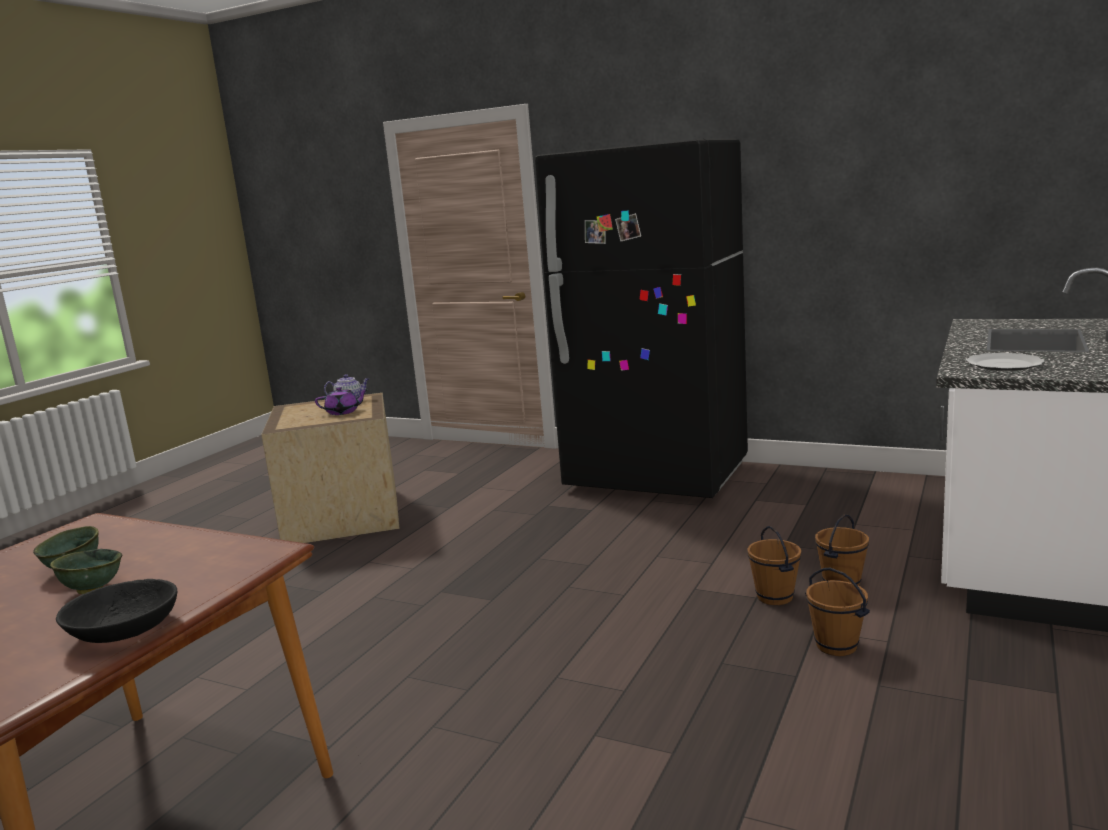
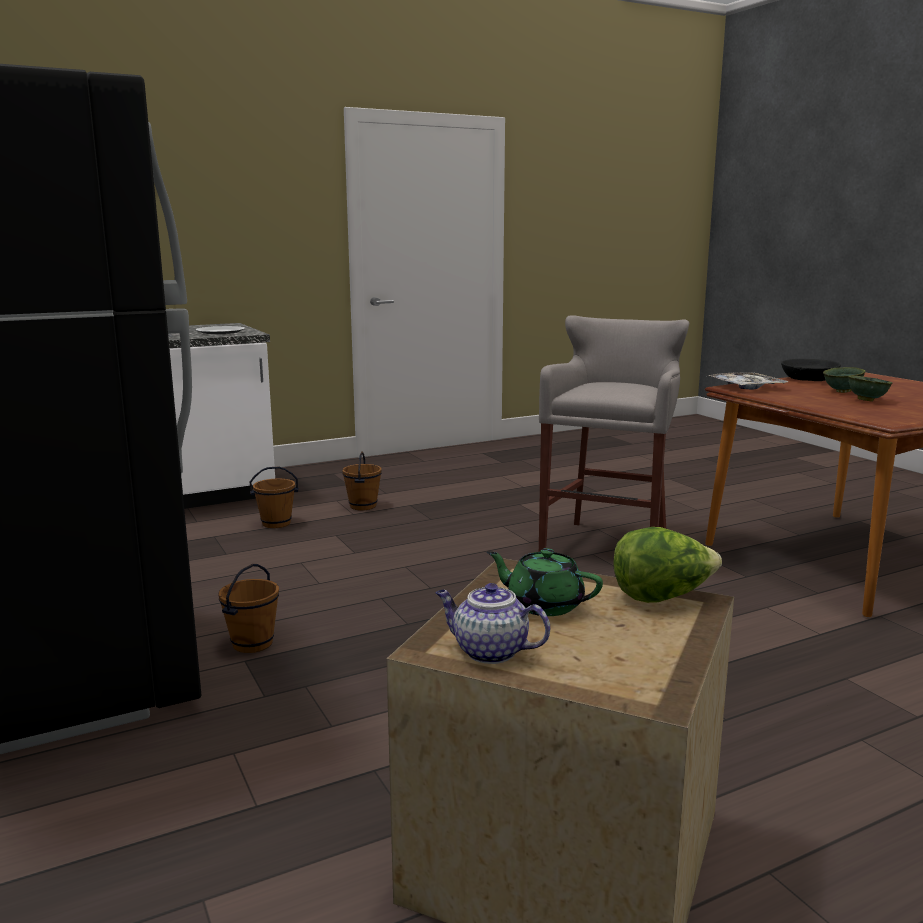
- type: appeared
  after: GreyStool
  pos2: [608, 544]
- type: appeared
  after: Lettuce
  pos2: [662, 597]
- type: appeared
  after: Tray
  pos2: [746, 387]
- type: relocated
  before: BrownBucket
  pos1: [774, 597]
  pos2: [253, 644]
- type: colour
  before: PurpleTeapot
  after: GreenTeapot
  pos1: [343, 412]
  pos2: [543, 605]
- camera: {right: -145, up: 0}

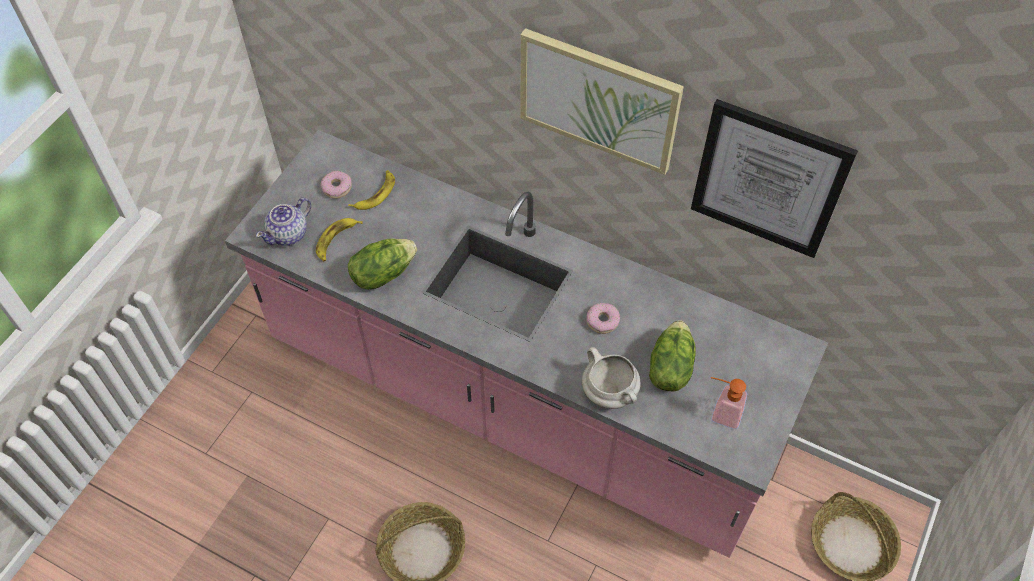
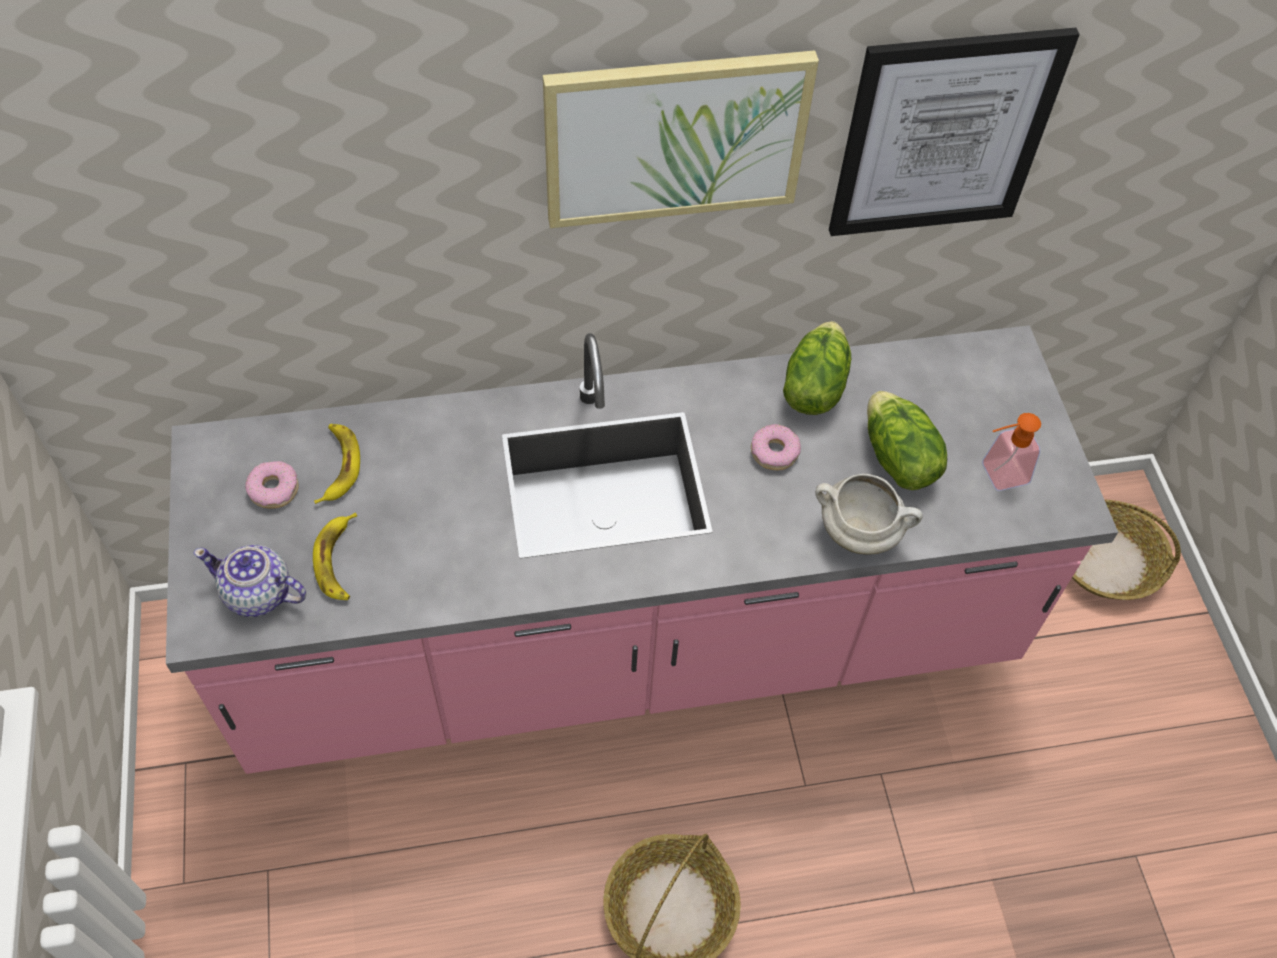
- type: relocated
  before: Lettuce
  pos1: [382, 273]
  pos2: [813, 387]
- type: spun
  before: Teapot
  pos1: [289, 234]
  pos2: [259, 594]
  turn: 105
- camera: {right: -40, up: 0}

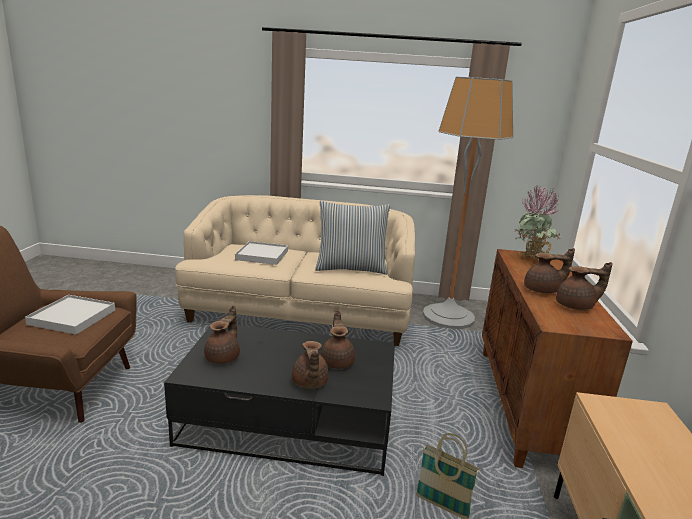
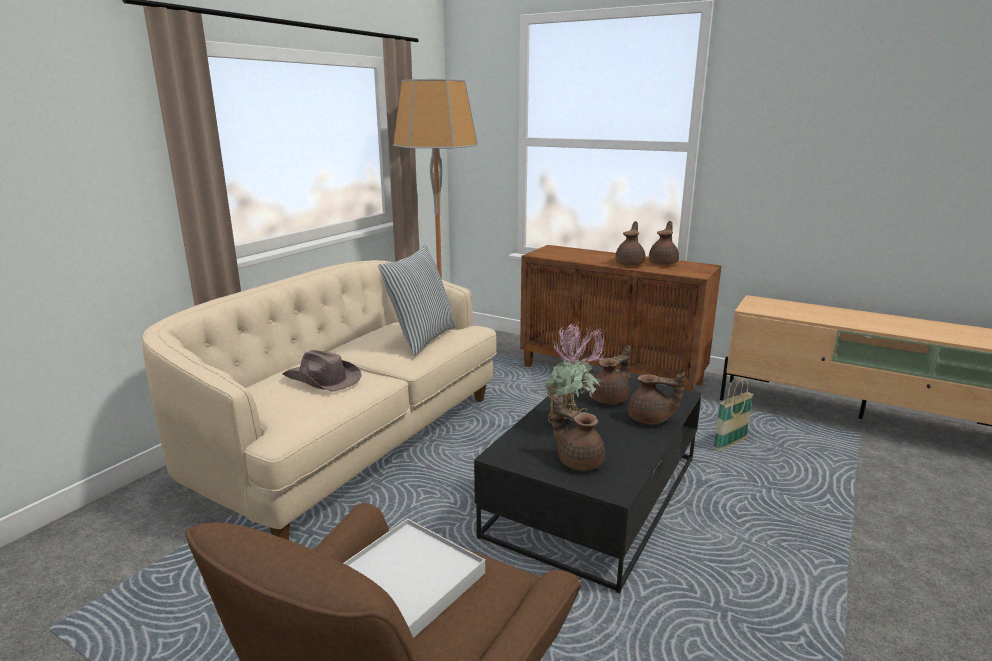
- type: relocated
  before: PottedPlant
  pos1: [531, 260]
  pos2: [570, 423]
- type: exchanged
  before: WhiteTray
  after: BrownHat
  pos1: [262, 255]
  pos2: [322, 379]
- type: spun
  before: BrownTeapot
  pos1: [337, 361]
  pos2: [610, 399]
  turn: 120
- camera: {right: -65, up: 0}

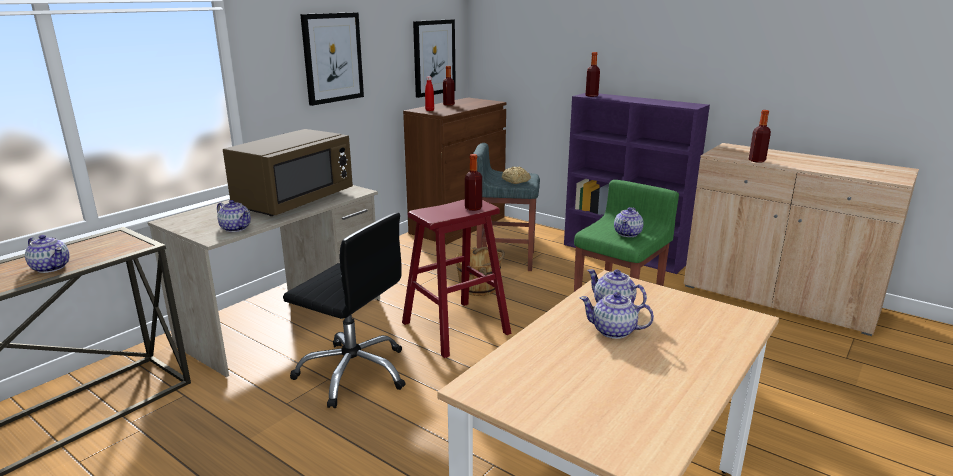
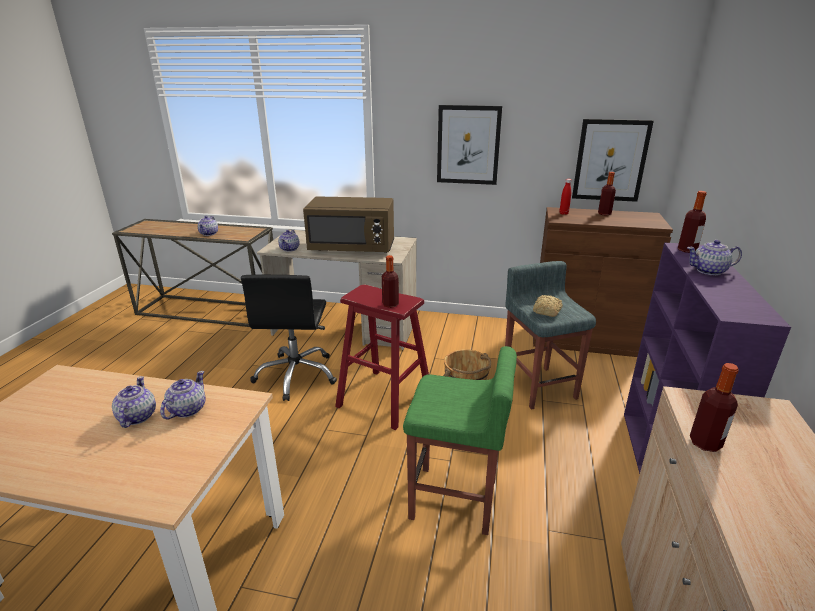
- type: relocated
  before: Teapot
  pos1: [628, 233]
  pos2: [709, 271]
- camera: {right: 65, up: 5}

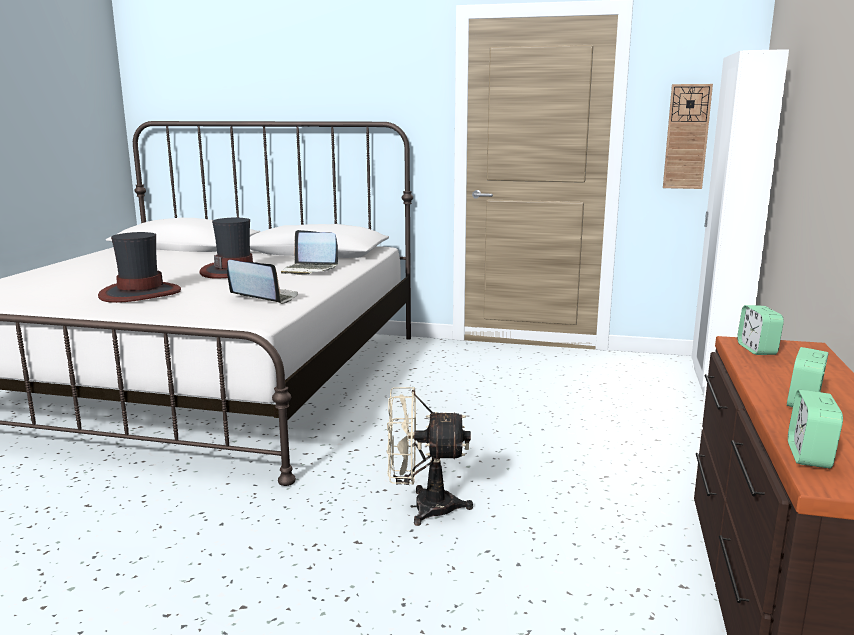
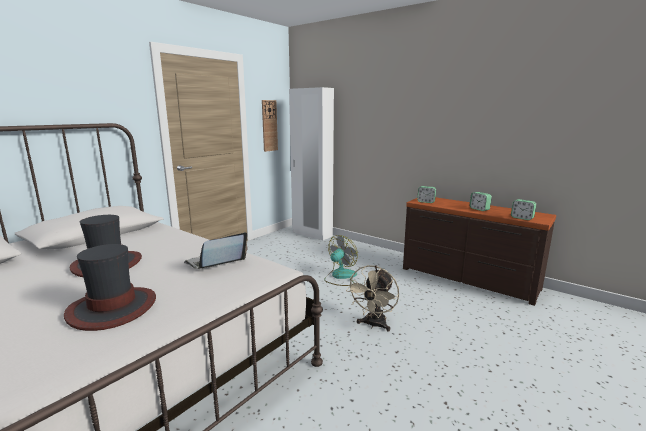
- type: missing
  before: Laptop
  pos1: [309, 270]
- type: appeared
  after: Fan
  pos2: [340, 277]
- camera: {right: -65, up: 0}

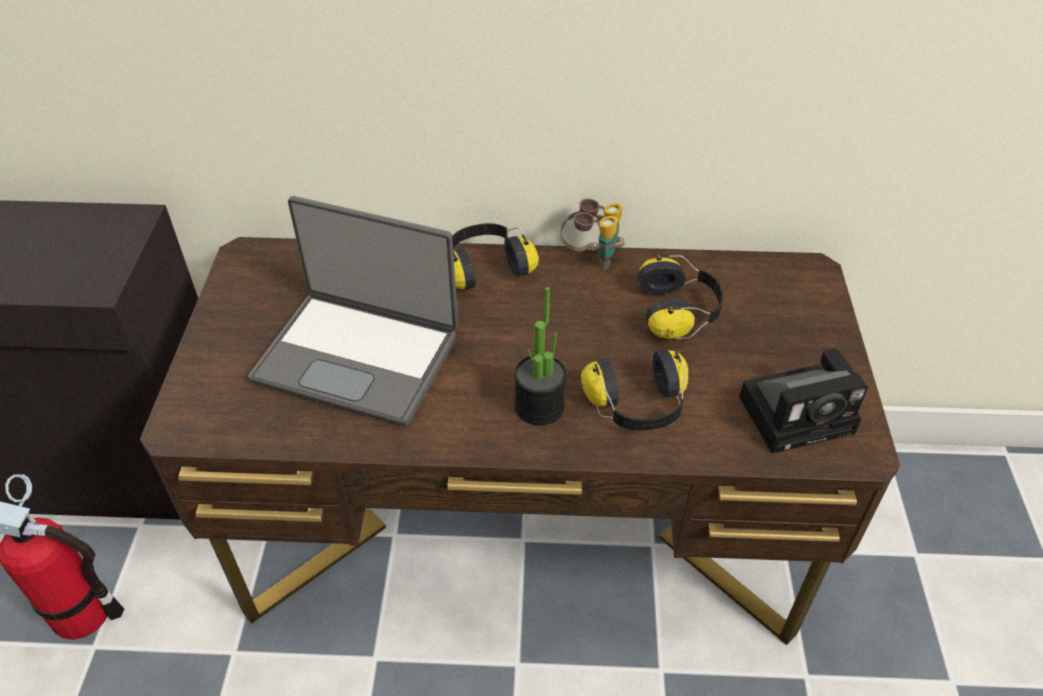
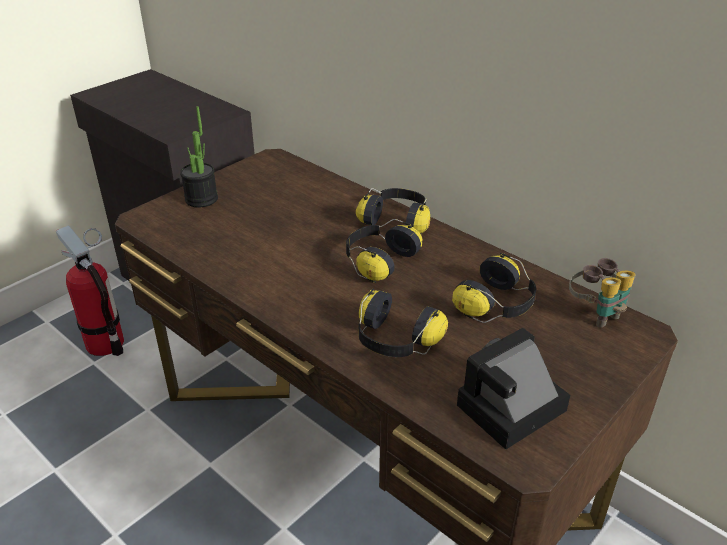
- type: missing
  before: Laptop
  pos1: [359, 356]
- type: appeared
  after: Headphones
  pos2: [378, 261]
- type: relocated
  before: PottedPlant
  pos1: [539, 406]
  pos2: [201, 199]
- type: relocated
  before: Binoculars
  pos1: [591, 257]
  pos2: [595, 313]
- type: spun
  before: PhotoCamera
  pos1: [800, 413]
  pos2: [508, 410]
  turn: 120
- camera: {right: 40, up: -10}

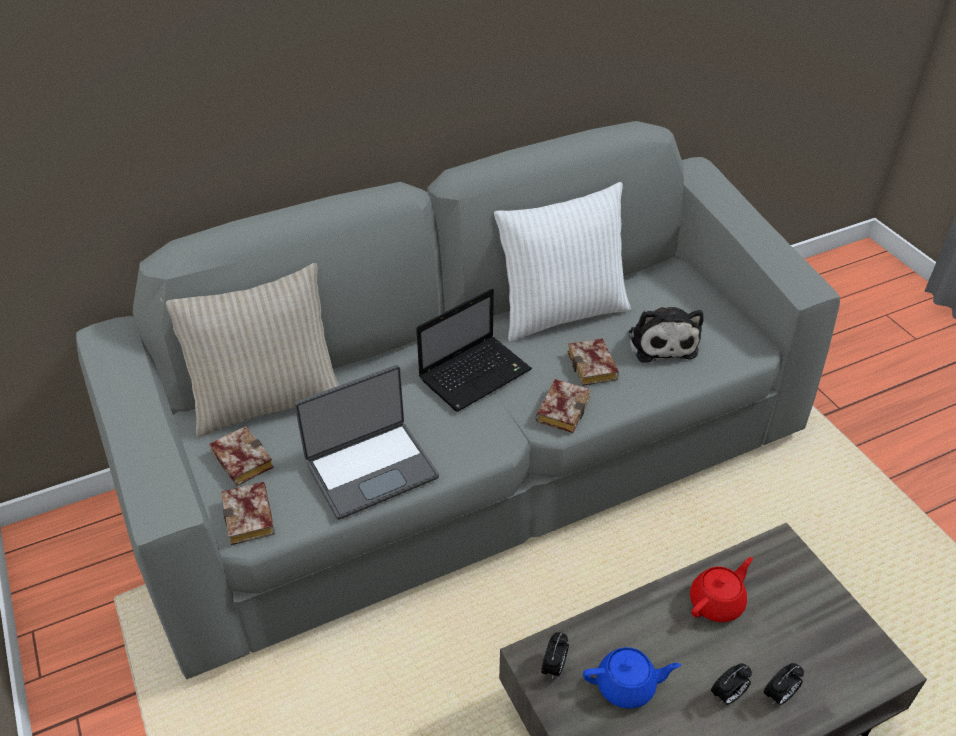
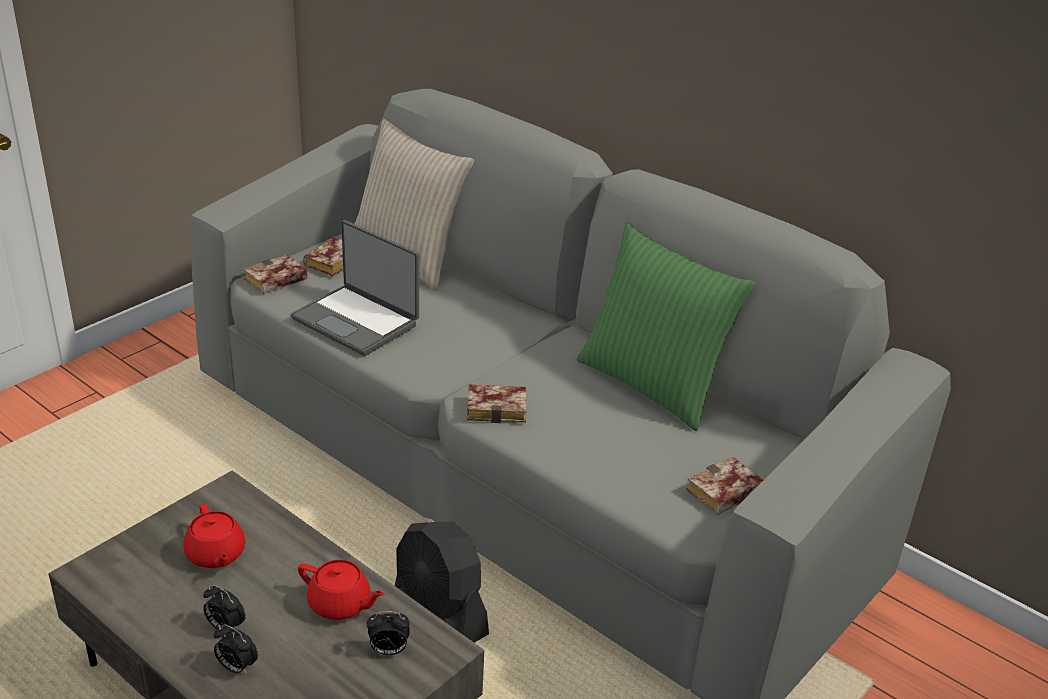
- type: missing
  before: Laptop
  pos1: [476, 373]
- type: missing
  before: PlushToy
  pos1: [661, 341]
- type: appeared
  after: BlackFan
  pos2: [440, 612]
- type: relocated
  before: AlarmClock
  pos1: [554, 668]
  pos2: [388, 651]
- type: relocated
  before: Book
  pos1: [594, 367]
  pos2: [724, 494]
- type: colour
  before: WhitePillow
  after: GreenPillow
  pos1: [561, 312]
  pos2: [652, 385]
- type: colour
  before: BlueTeapot
  after: RedTeapot
  pos1: [627, 686]
  pos2: [215, 554]
- camera: {right: 65, up: -10}

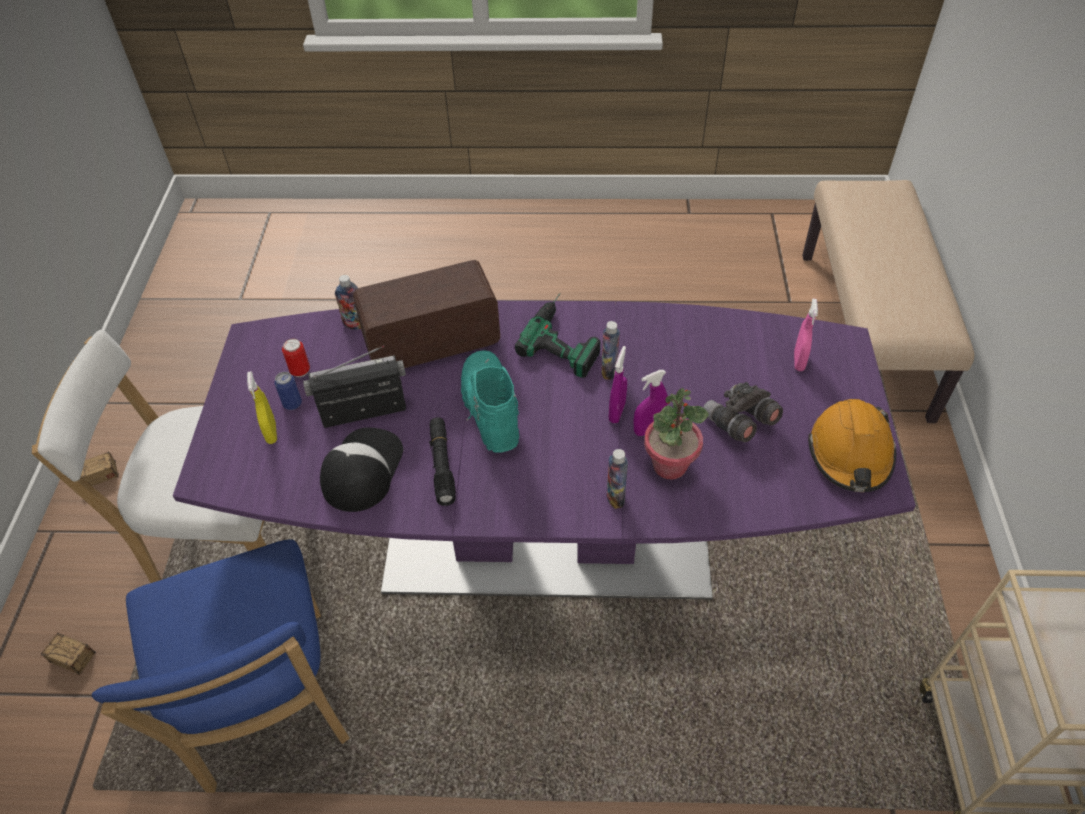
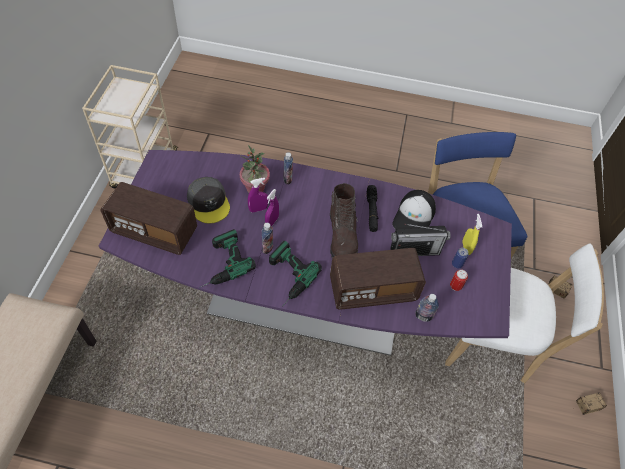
- type: missing
  before: OrangeHardHat
  pos1: [850, 454]
- type: appeared
  after: PowerDrill
  pos2: [220, 263]
- type: exchanged
  before: GreyBinoculars
  after: GreyCap
  pos1: [739, 423]
  pos2: [209, 203]
- type: exchanged
  before: PinkSprayBottle
  after: Radio
  pos1: [799, 361]
  pos2: [154, 231]
- type: colour
  before: TurquoiseBoot
  after: BrownBoot
  pos1: [489, 410]
  pos2: [342, 237]
- camera: {right: -175, up: 5}

